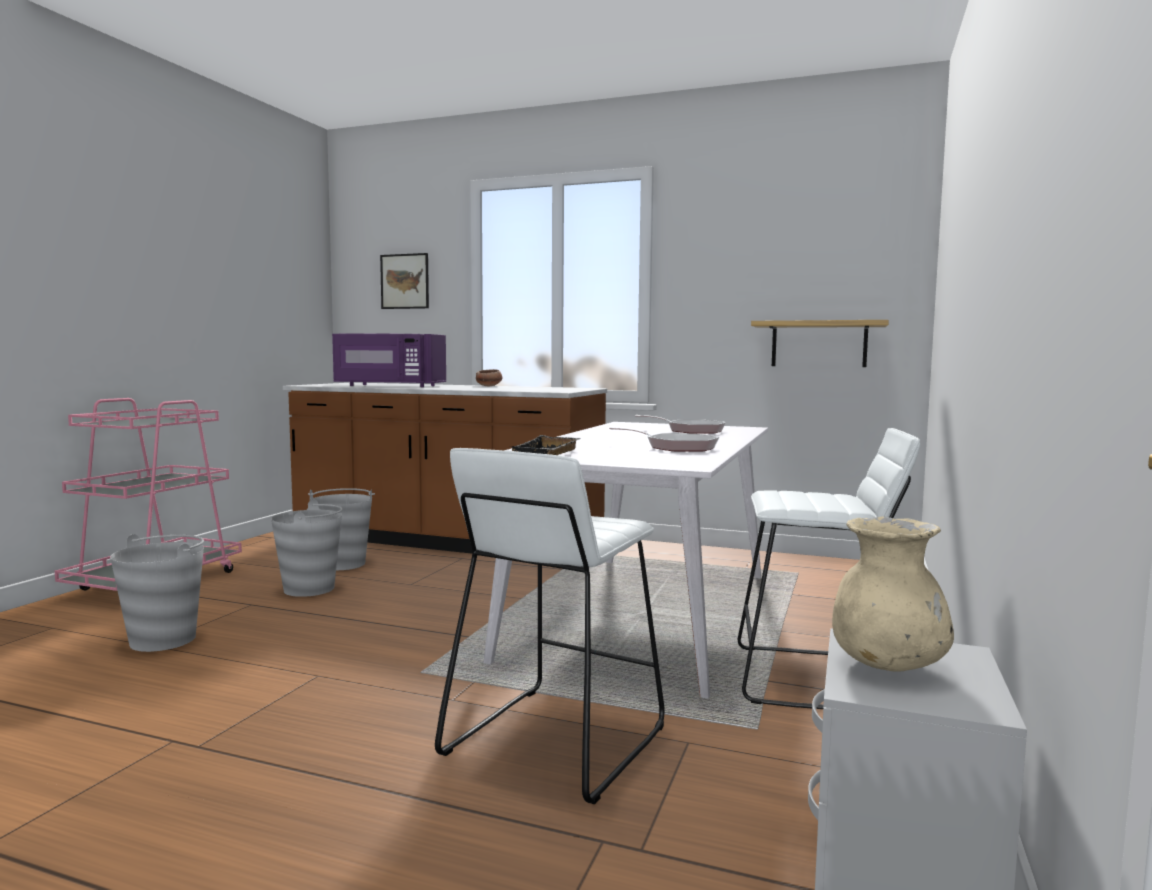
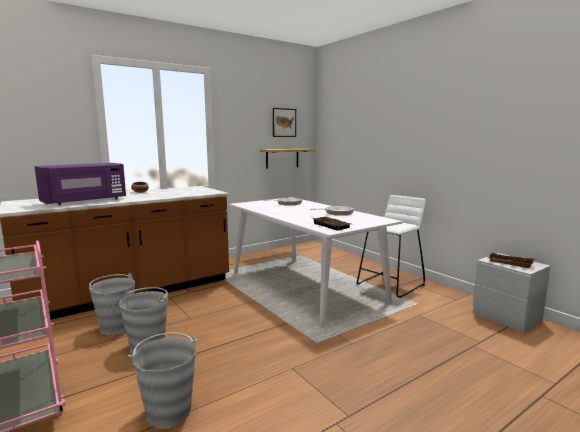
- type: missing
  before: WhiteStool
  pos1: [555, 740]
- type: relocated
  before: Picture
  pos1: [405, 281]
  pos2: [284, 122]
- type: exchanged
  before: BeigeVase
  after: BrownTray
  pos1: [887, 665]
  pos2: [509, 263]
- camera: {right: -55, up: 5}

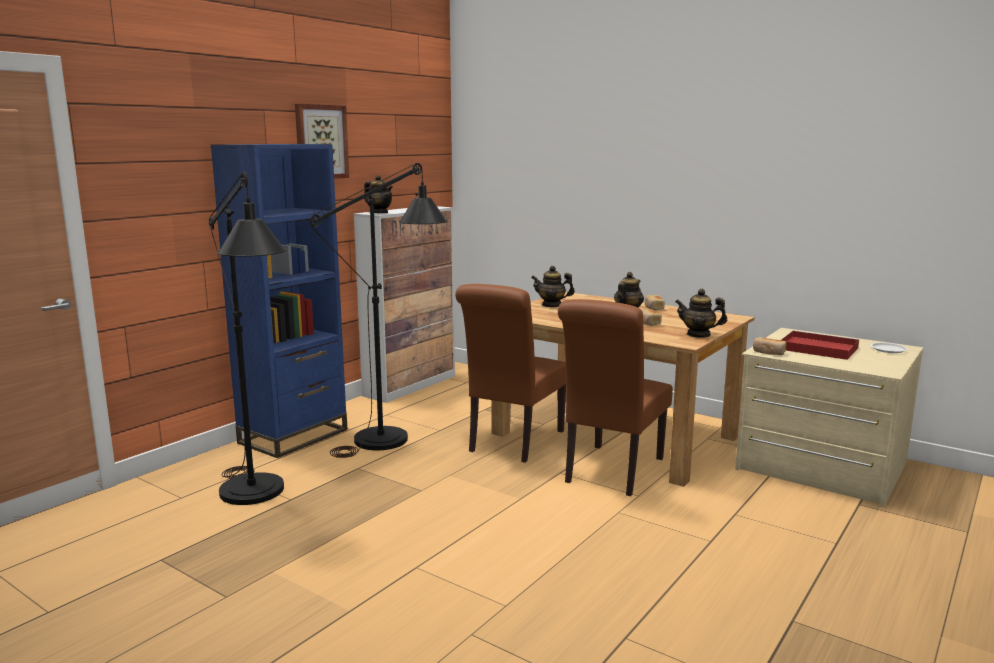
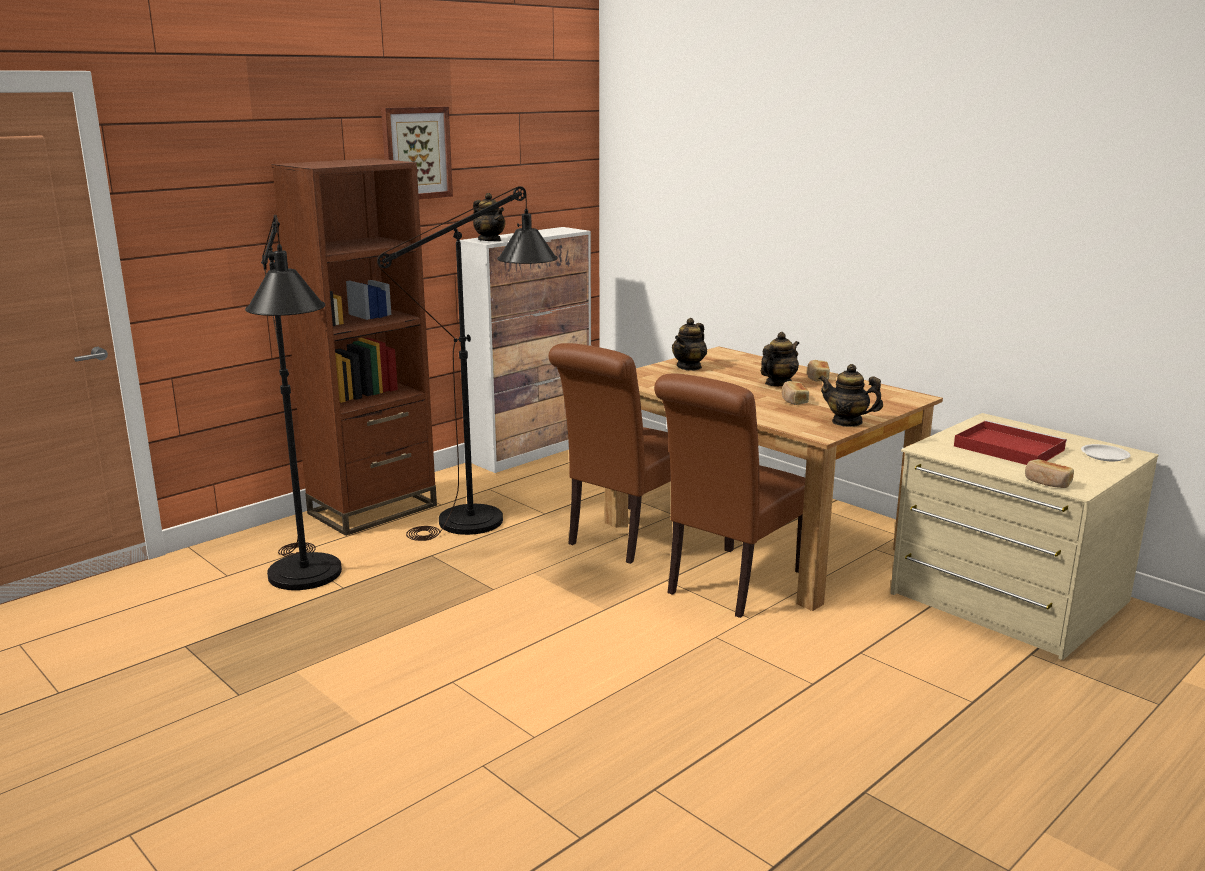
- type: relocated
  before: Bread
  pos1: [769, 352]
  pos2: [1047, 482]
- type: colour
  before: BlueBookcase
  after: BrownBookcase
  pos1: [293, 436]
  pos2: [373, 509]
- type: spun
  before: Teapot
  pos1: [552, 305]
  pos2: [689, 367]
  turn: -75
- camera: {right: 10, up: 5}

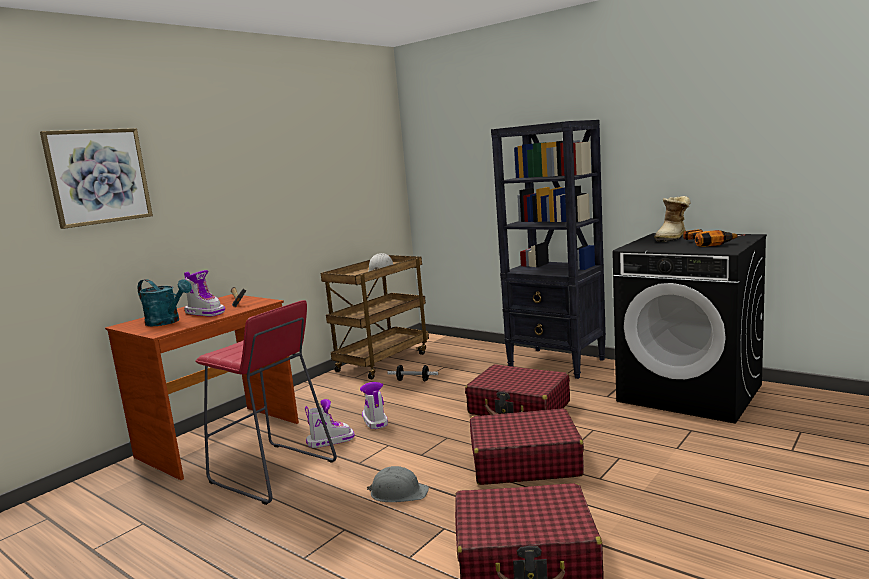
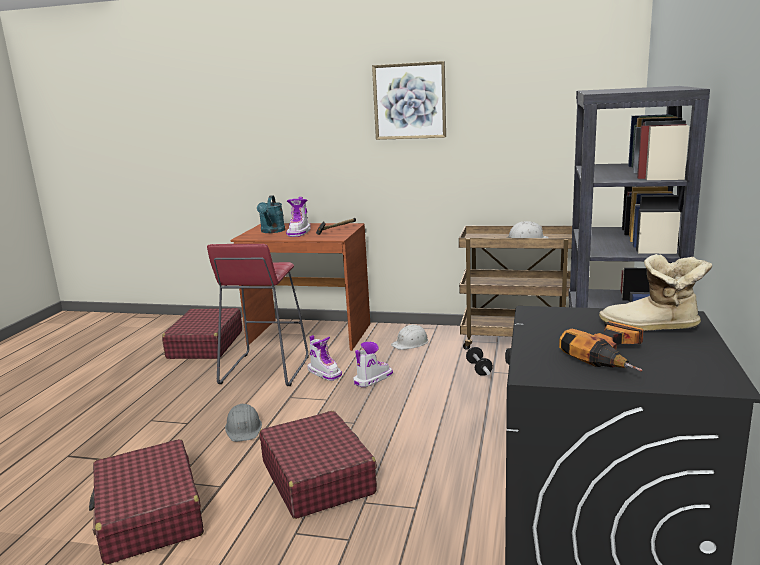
- type: appeared
  after: WhiteHardHat
  pos2: [411, 343]
- type: relocated
  before: Picture
  pos1: [98, 176]
  pos2: [409, 101]
- type: relocated
  before: RedSuitcase
  pos1: [519, 408]
  pos2: [205, 345]
- camera: {right: 65, up: 5}

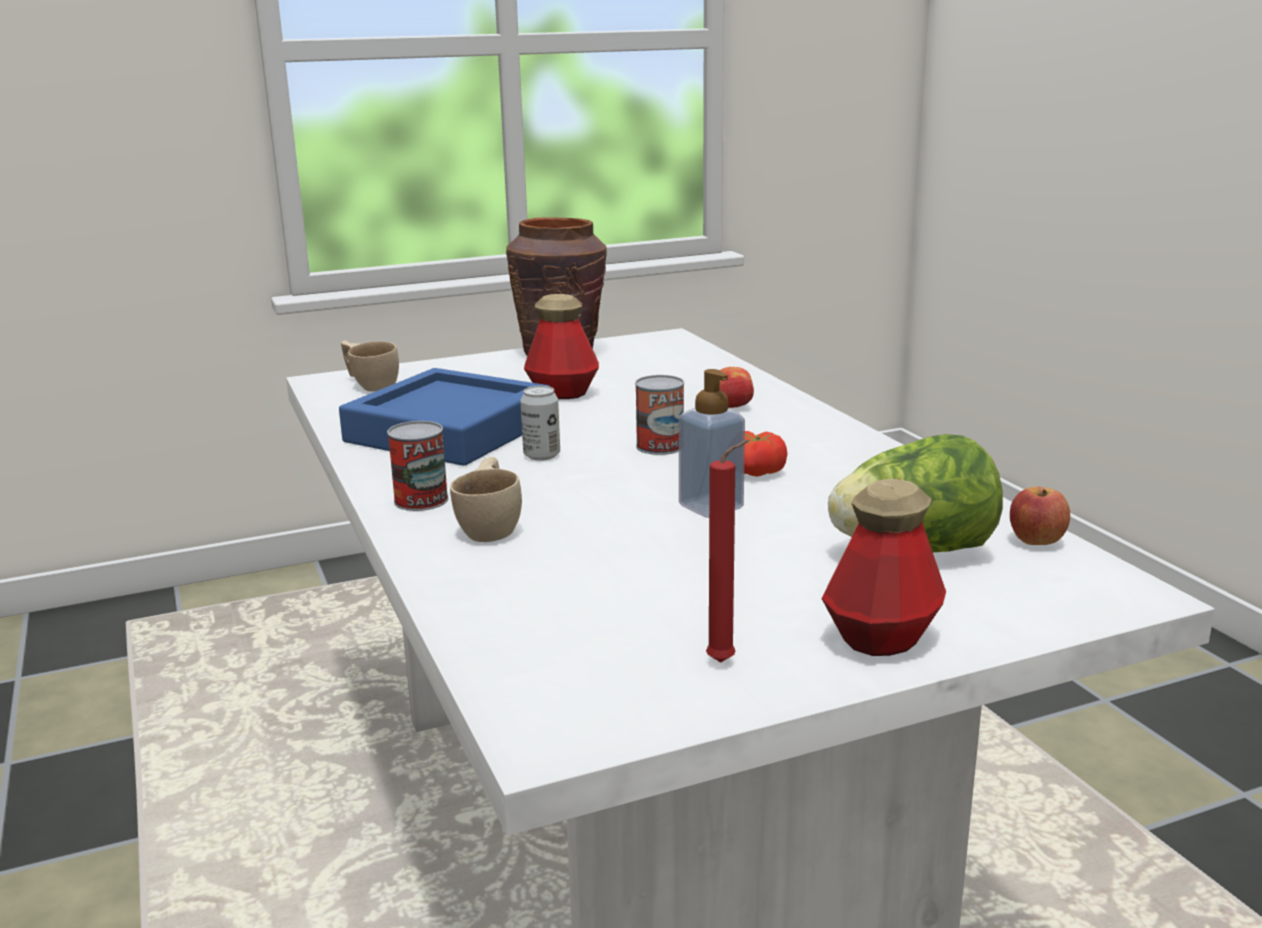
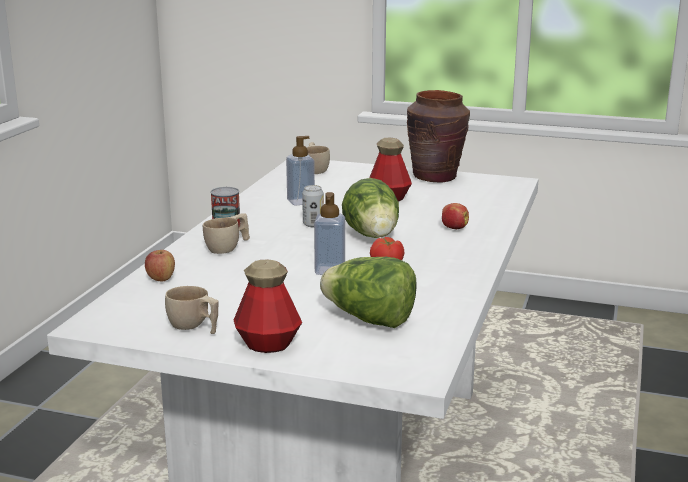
- type: relocated
  before: Apple
  pos1: [1036, 541]
  pos2: [161, 279]
- type: exchanged
  before: BlueTray
  after: SoapDispenser
  pos1: [449, 431]
  pos2: [300, 201]
- type: exchanged
  before: Can
  after: Lettuce
  pos1: [660, 446]
  pos2: [373, 237]
- type: exchanged
  before: RedCandle
  after: BeigeCup
  pos1: [725, 662]
  pos2: [194, 327]
- camera: {right: 40, up: 0}

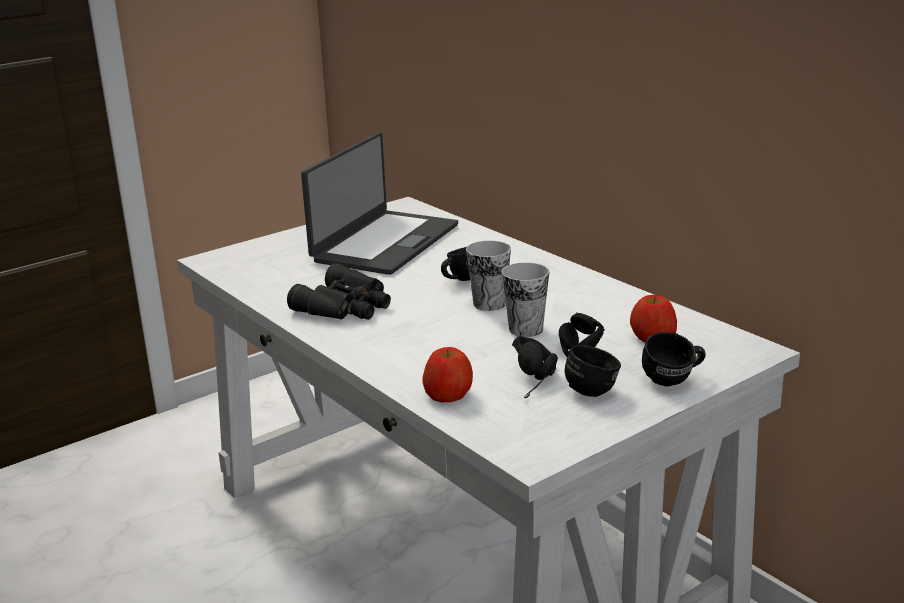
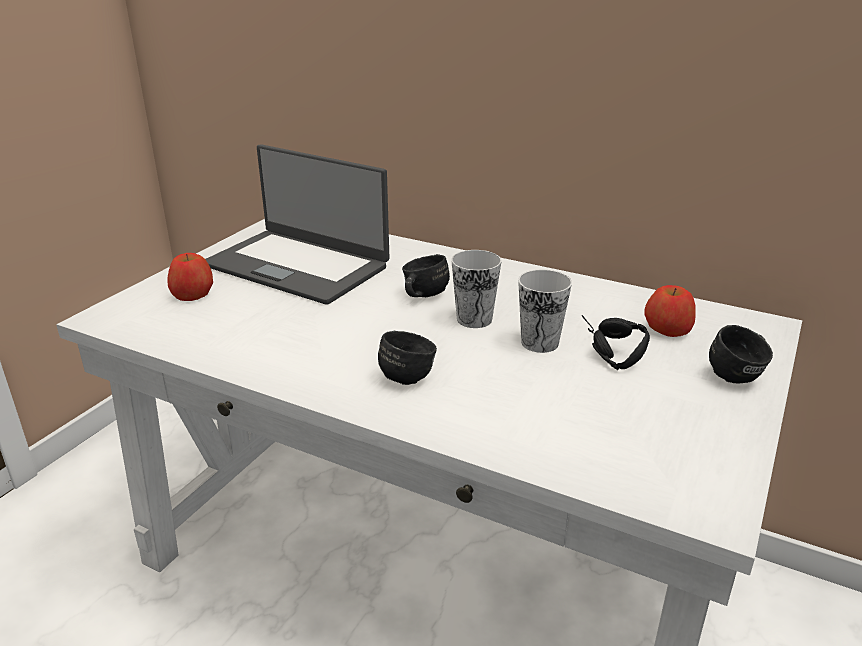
- type: missing
  before: BlackBinoculars
  pos1: [347, 306]
- type: missing
  before: BlackHeadphones
  pos1: [539, 382]
- type: relocated
  before: Apple
  pos1: [448, 394]
  pos2: [193, 294]
- type: relocated
  before: BlackMug
  pos1: [591, 388]
  pos2: [404, 374]
- type: spun
  before: Laptop
  pos1: [384, 243]
  pos2: [298, 265]
  turn: 120
- camera: {right: -25, up: 5}

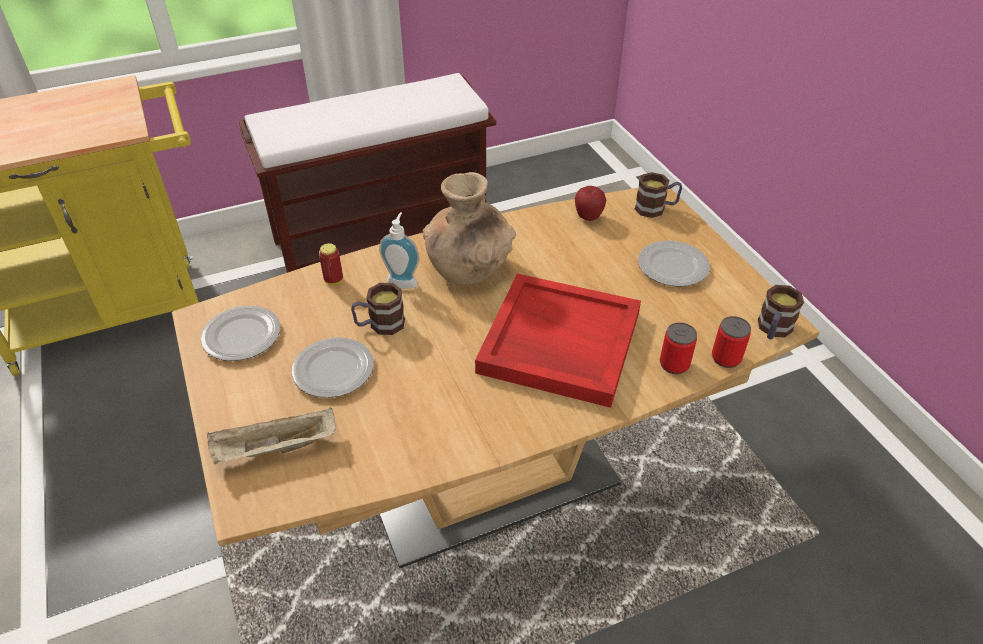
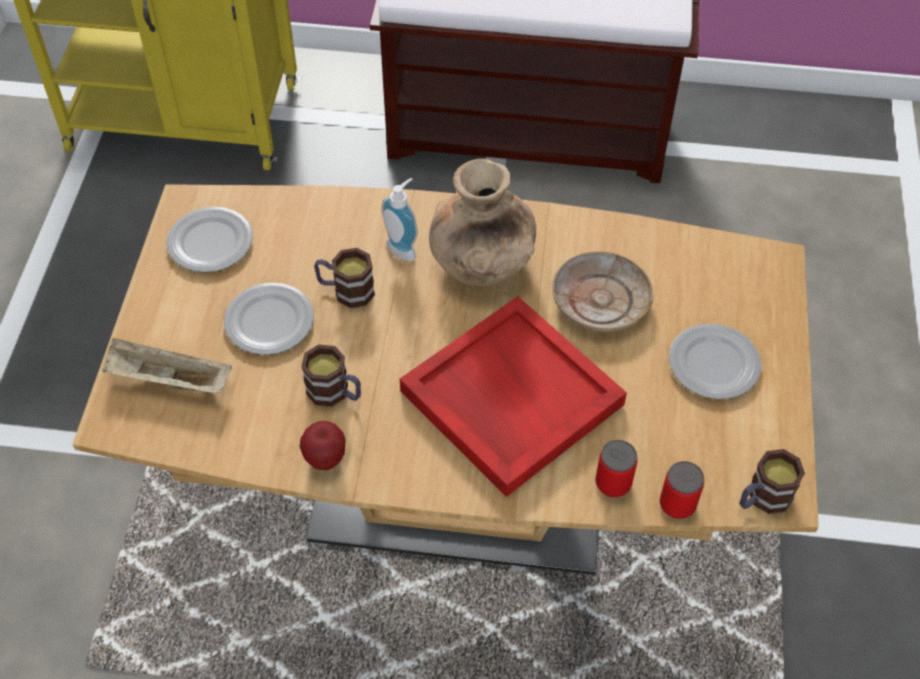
- type: missing
  before: Can
  pos1: [333, 280]
- type: appeared
  after: BeigePlate
  pos2: [600, 301]
- type: relocated
  before: Apple
  pos1: [588, 217]
  pos2: [325, 460]
- type: relocated
  before: Mug
  pos1: [656, 208]
  pos2: [335, 393]
- camera: {right: 30, up: 10}

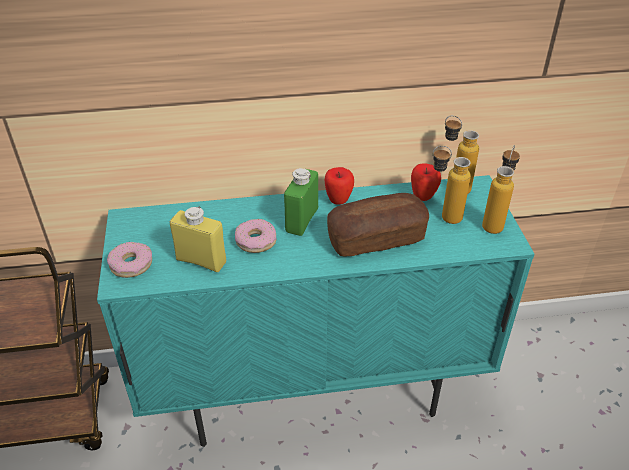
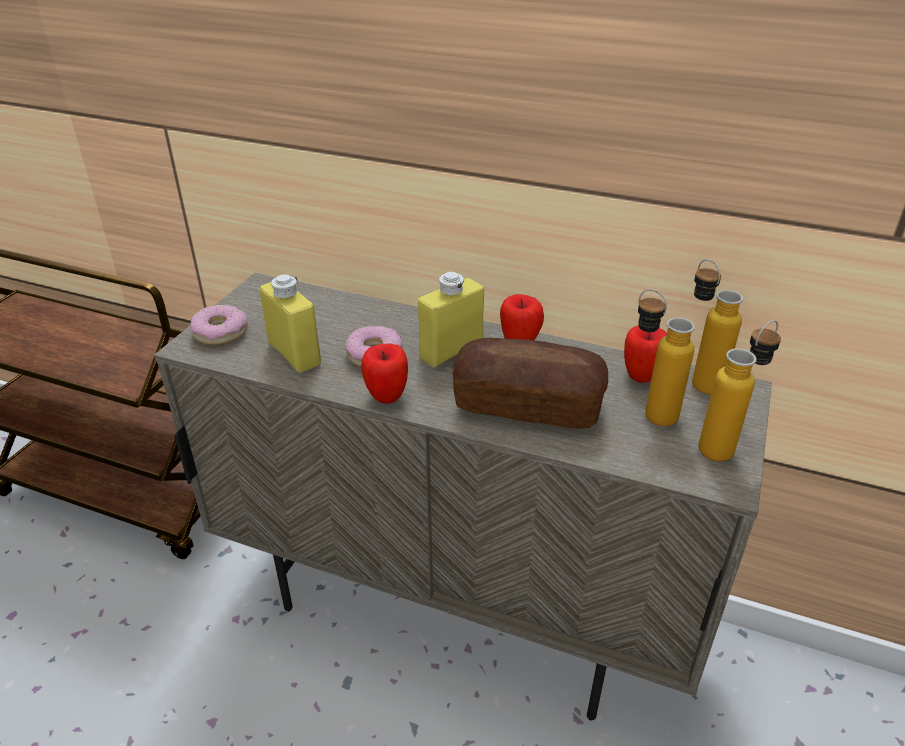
- type: appeared
  after: Apple
  pos2: [386, 396]
- type: colour
  before: TurquoiseCabinet
  after: BeigeCabinet
  pos1: [314, 391]
  pos2: [455, 609]
- type: colour
  before: GreenBottle
  after: YellowBottle
  pos1: [302, 220]
  pos2: [451, 351]
- camera: {right: 30, up: -5}

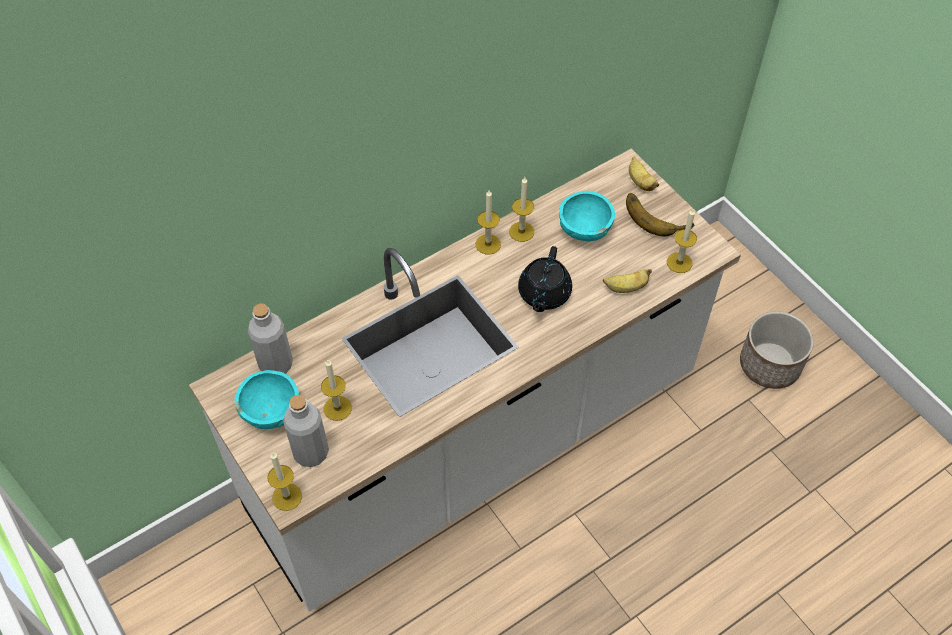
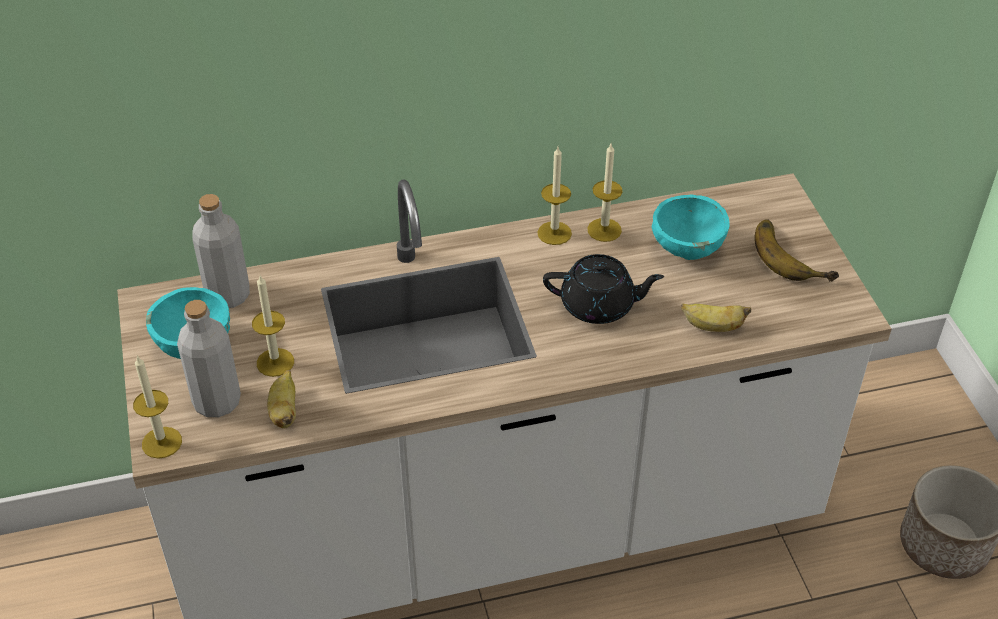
- type: missing
  before: Candle
  pos1: [679, 262]
- type: relocated
  before: Banana
  pos1: [640, 182]
  pos2: [284, 411]
- type: spun
  before: BlackTeapot
  pos1: [543, 294]
  pos2: [599, 305]
  turn: -120
- camera: {right: 20, up: -10}

